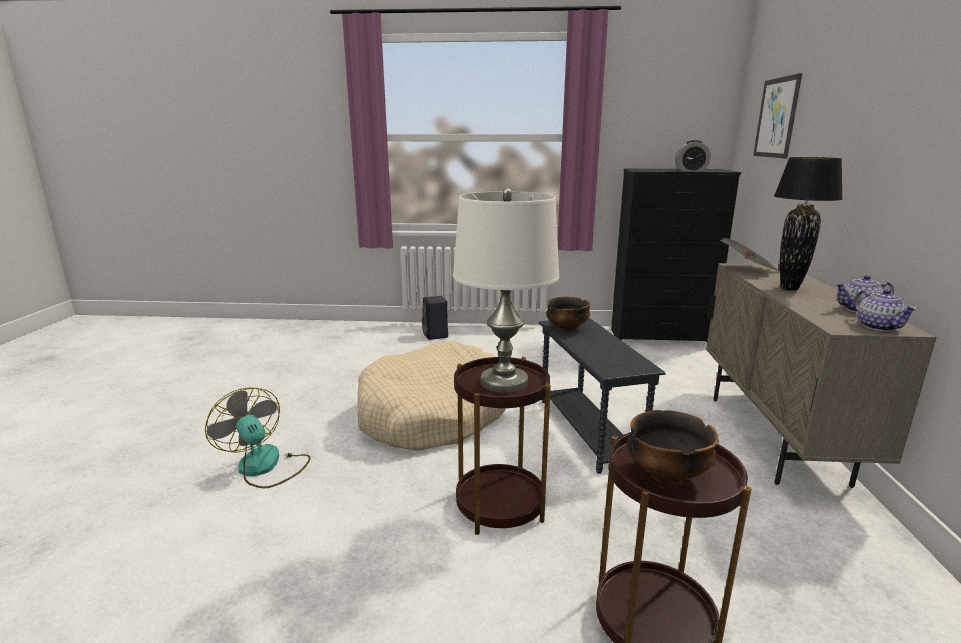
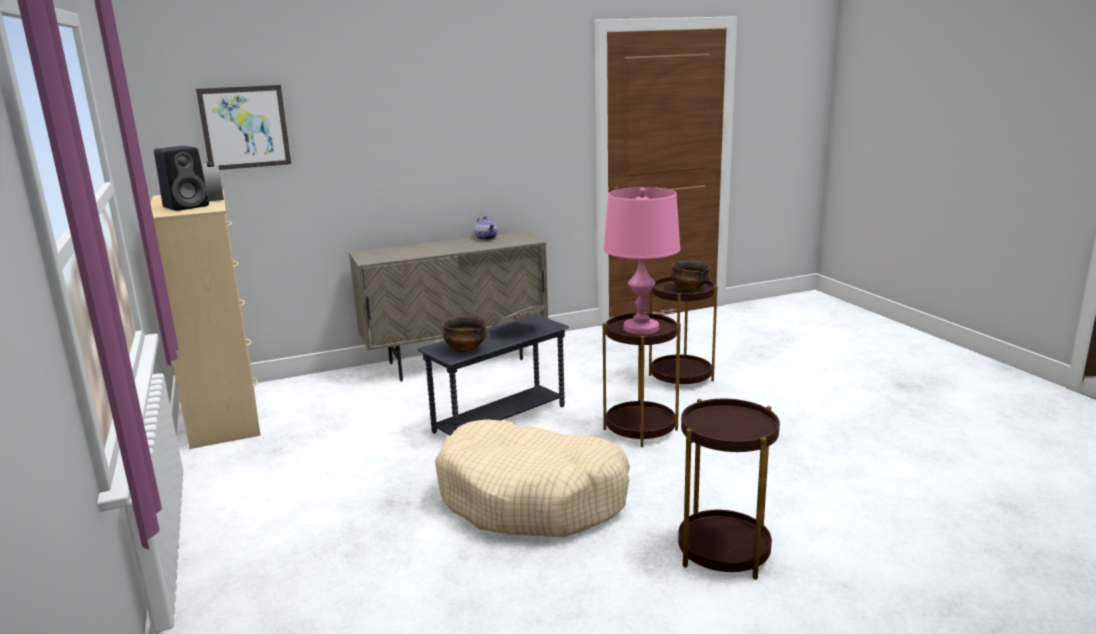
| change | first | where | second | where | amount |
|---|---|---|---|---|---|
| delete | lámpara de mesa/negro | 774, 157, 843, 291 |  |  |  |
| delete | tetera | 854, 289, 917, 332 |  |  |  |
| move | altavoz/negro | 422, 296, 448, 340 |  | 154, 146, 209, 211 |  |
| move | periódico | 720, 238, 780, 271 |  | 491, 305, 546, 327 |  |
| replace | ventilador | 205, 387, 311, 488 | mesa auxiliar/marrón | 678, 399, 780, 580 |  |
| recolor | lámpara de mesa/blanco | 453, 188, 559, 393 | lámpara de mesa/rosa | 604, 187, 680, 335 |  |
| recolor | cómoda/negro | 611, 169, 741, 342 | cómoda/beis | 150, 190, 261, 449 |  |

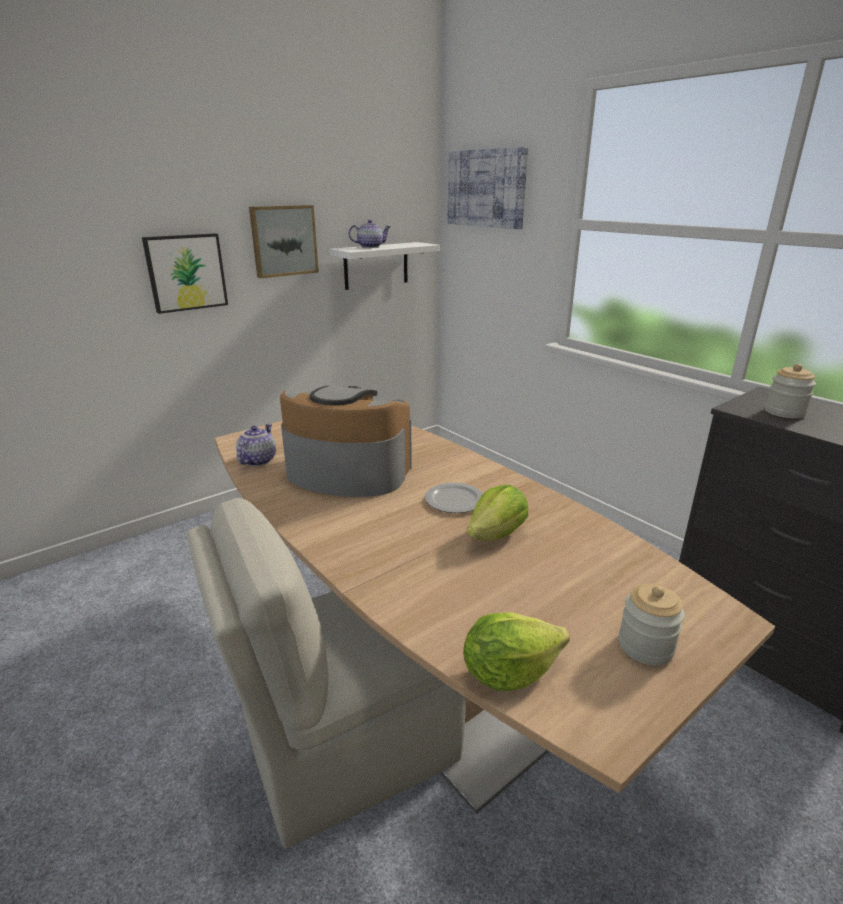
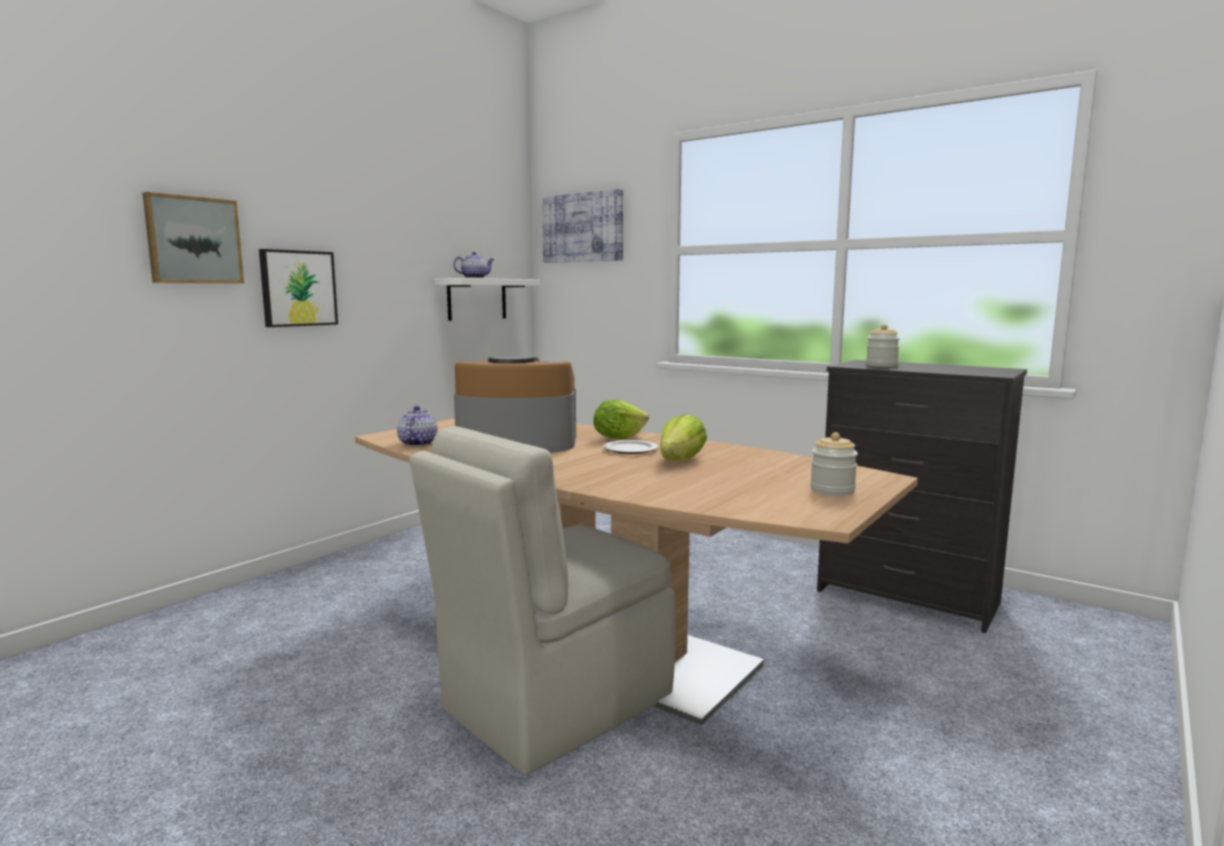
| change | first | where | second | where | amount |
|---|---|---|---|---|---|
| move | cuadro | 249, 205, 319, 278 |  | 142, 192, 244, 284 |  |
| move | lechuga | 463, 612, 570, 691 |  | 593, 400, 649, 439 |  |

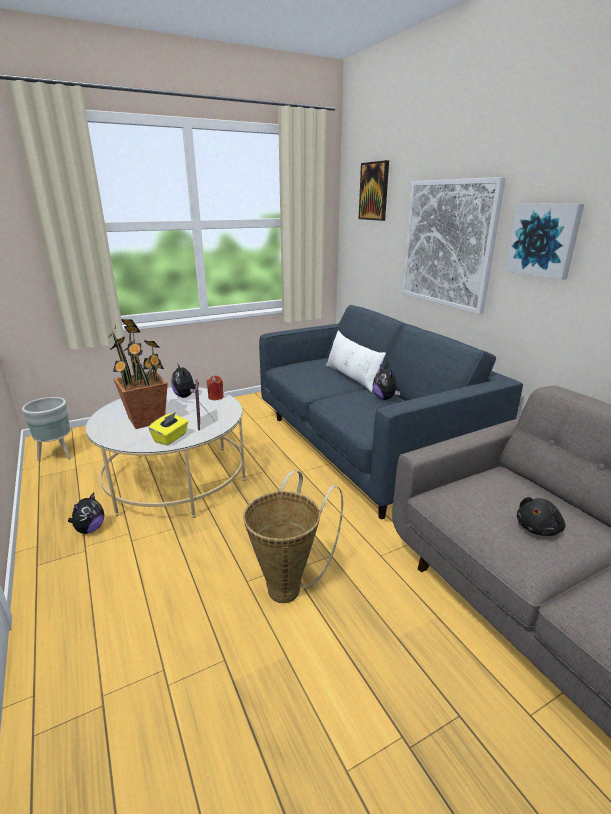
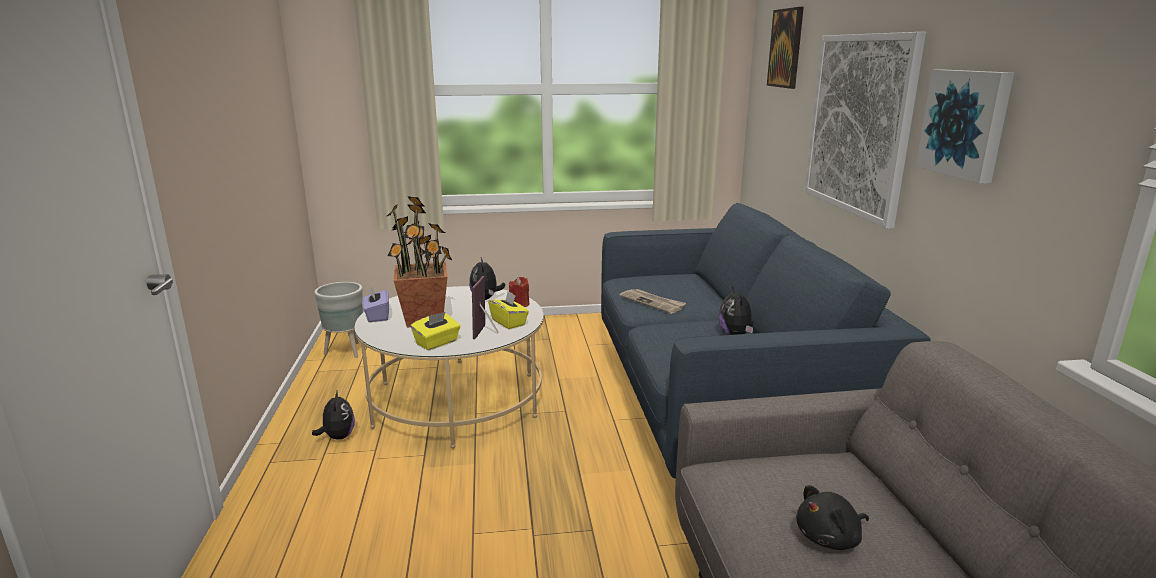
| change | first | where | second | where | amount |
|---|---|---|---|---|---|
| delete | cesta | 243, 471, 343, 603 |  |  |  |
| delete | cojín/blanco | 326, 331, 386, 392 |  |  |  |
| insert |  |  | caja de pañuelos/morado | 362, 287, 389, 322 |  |
| insert |  |  | caja de pañuelos/amarillo | 488, 291, 529, 329 |  |
| insert |  |  | periódico | 620, 289, 686, 314 |  |
| rotate | peluche | 68, 492, 104, 534 |  | 312, 389, 355, 439 | 60 degrees counterclockwise |

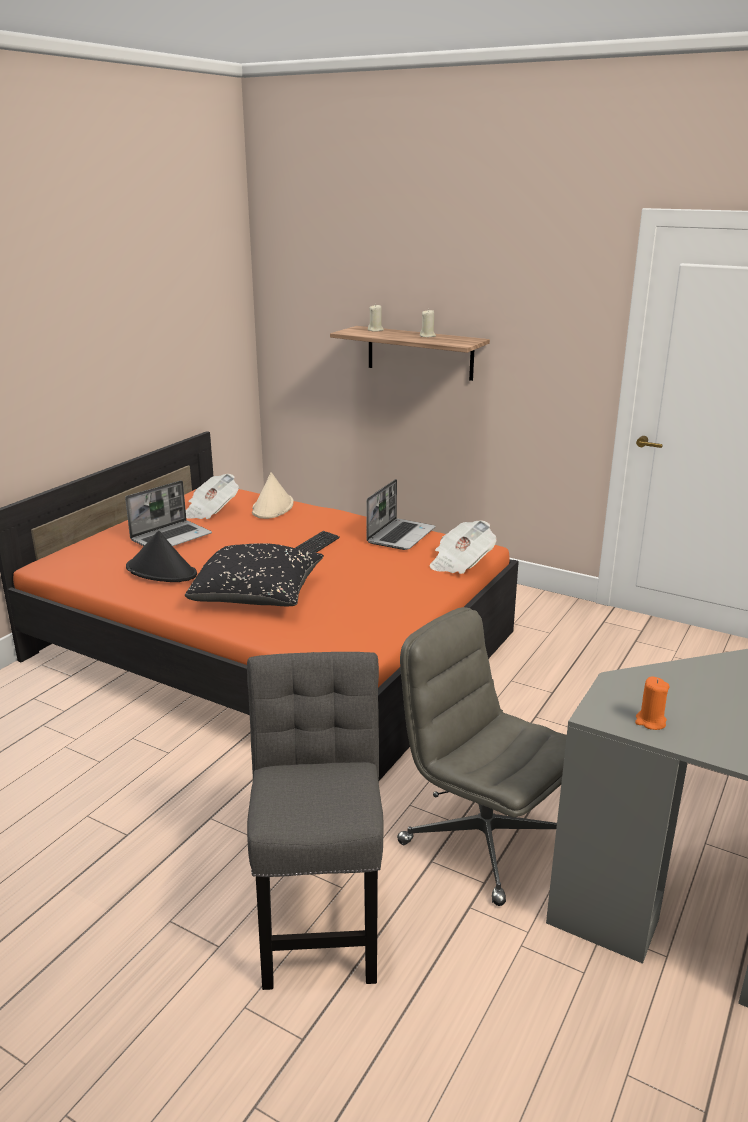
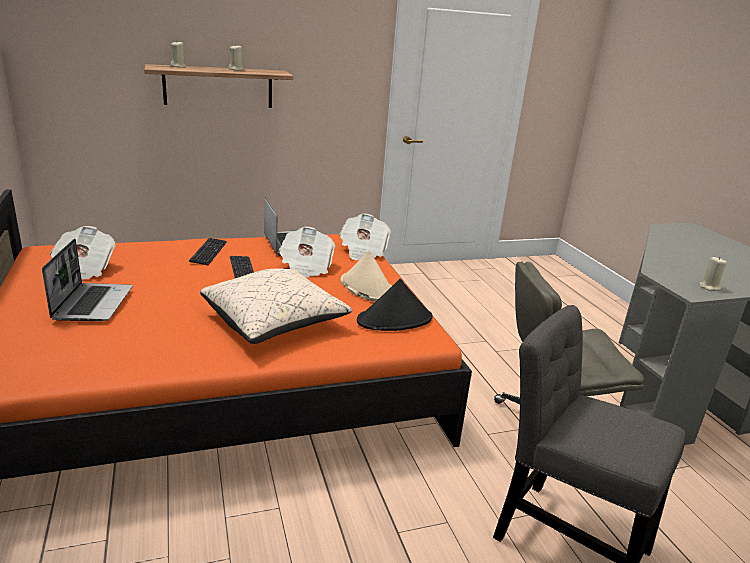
| change | first | where | second | where | amount |
|---|---|---|---|---|---|
| insert |  |  | teclado | 189, 238, 227, 265 |  |
| insert |  |  | periódico | 279, 227, 335, 278 |  |
| move | sombrero/negro | 126, 530, 197, 582 |  | 357, 279, 433, 331 |  |
| move | sombrero/beis | 252, 472, 294, 519 |  | 341, 250, 392, 302 |  |
| recolor | cojín/negro | 185, 543, 324, 606 | cojín/beis | 200, 268, 352, 344 |  |
| recolor | vela/naranja | 635, 676, 670, 730 | vela/beis | 700, 257, 727, 291 |  |

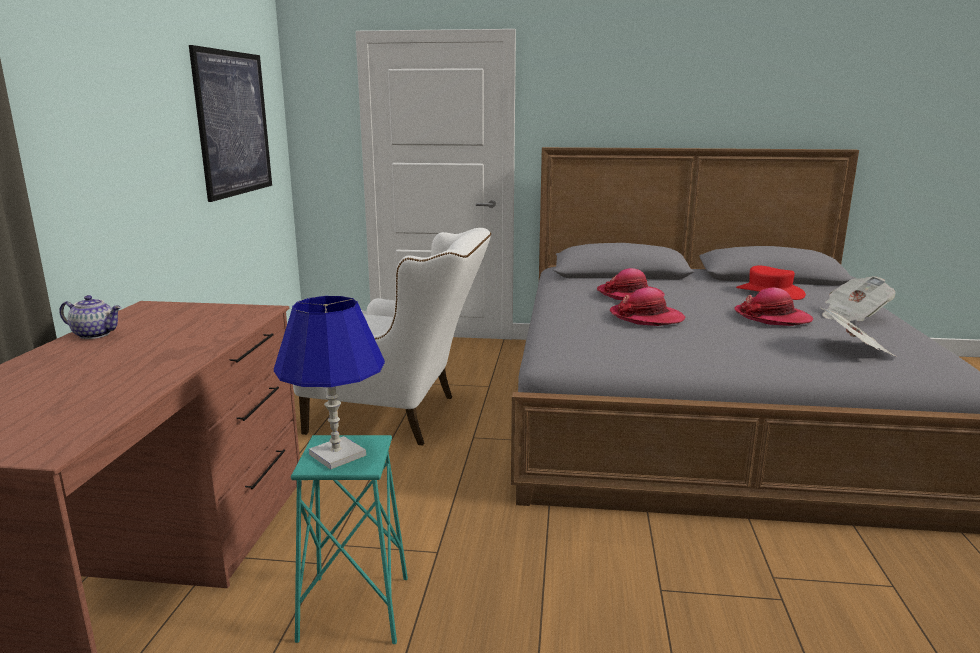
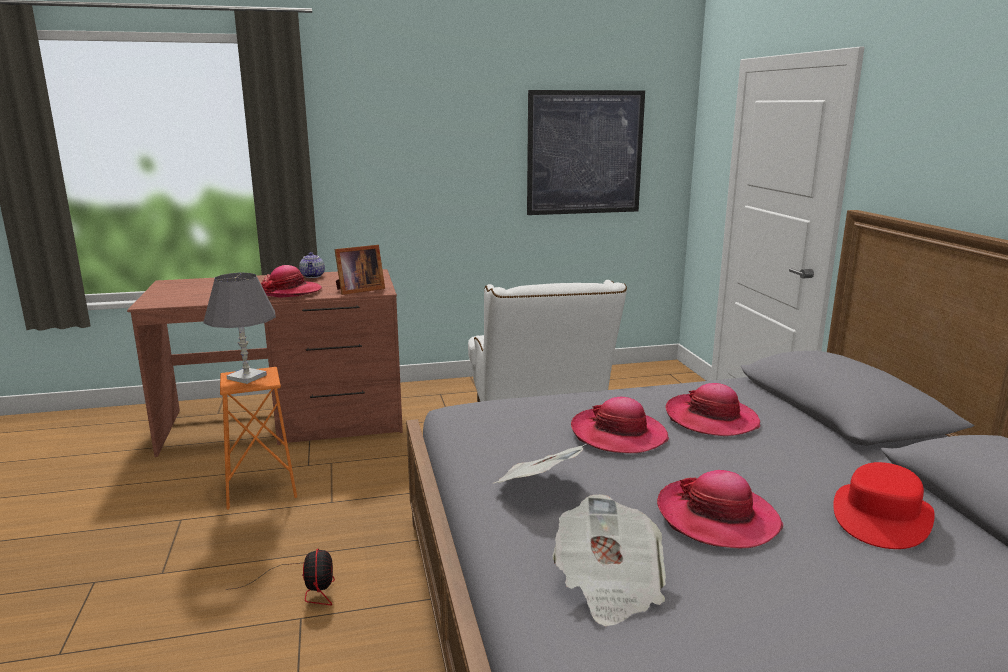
| change | first | where | second | where | amount |
|---|---|---|---|---|---|
| insert |  |  | ventilador | 225, 549, 335, 605 |  |
| insert |  |  | sombrero | 261, 265, 322, 298 |  |
| insert |  |  | portarretratos | 335, 245, 385, 295 |  |
| move | periódico | 822, 277, 896, 322 |  | 492, 444, 586, 484 |  |
| recolor | lámpara de mesa/azul | 274, 296, 385, 470 | lámpara de mesa/gris | 204, 273, 276, 384 |  |
| recolor | taburete/turquesa | 291, 435, 408, 644 | taburete/naranja | 220, 367, 297, 510 |  |

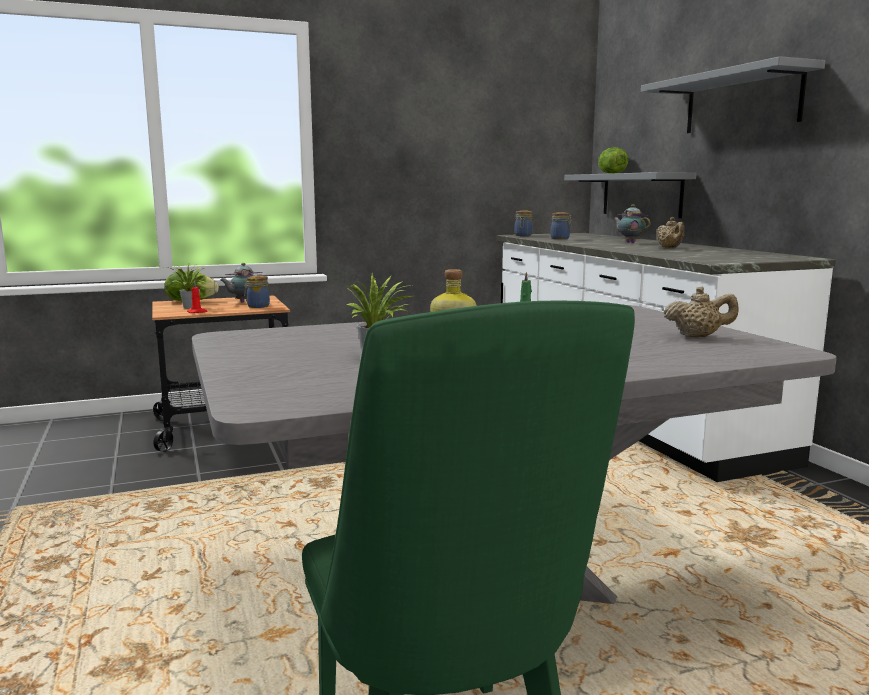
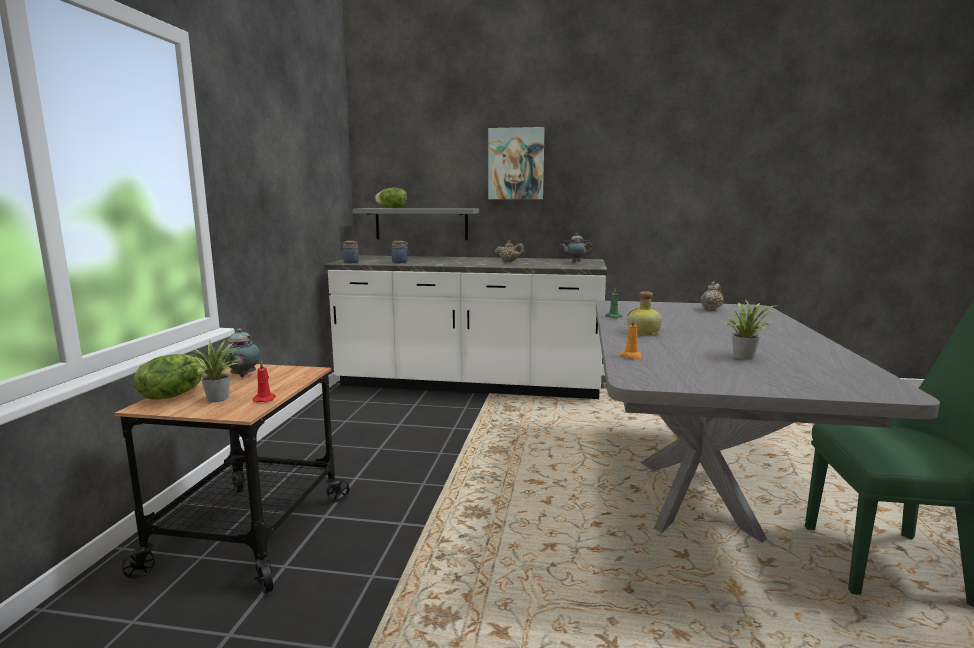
| change | first | where | second | where | amount |
|---|---|---|---|---|---|
| delete | tarro | 244, 275, 270, 308 |  |  |  |
| insert |  |  | vela/naranja | 620, 317, 642, 360 |  |
| move | tetera | 613, 205, 650, 243 |  | 560, 233, 592, 262 |  |
| replace | estante/gris | 641, 56, 825, 133 | cuadro | 488, 127, 545, 199 |  |

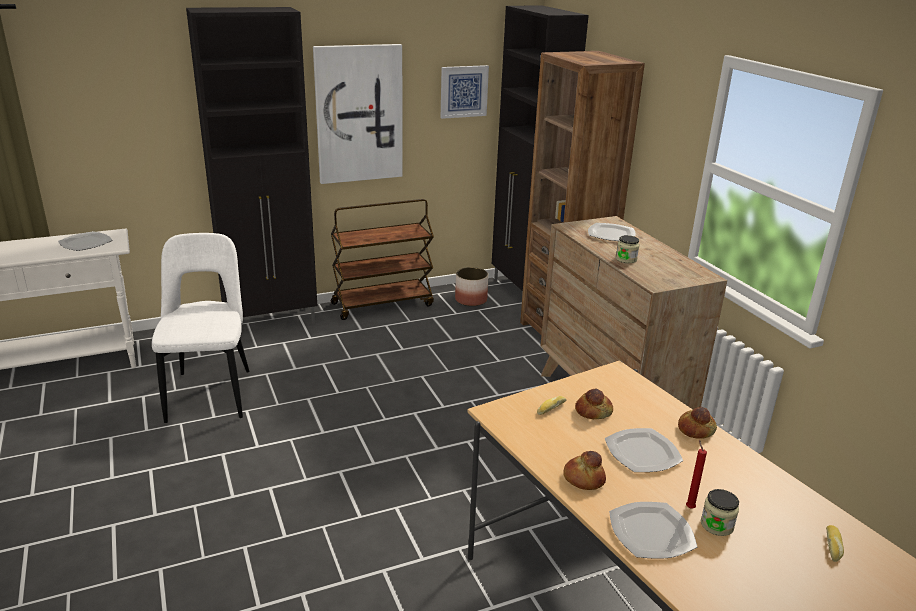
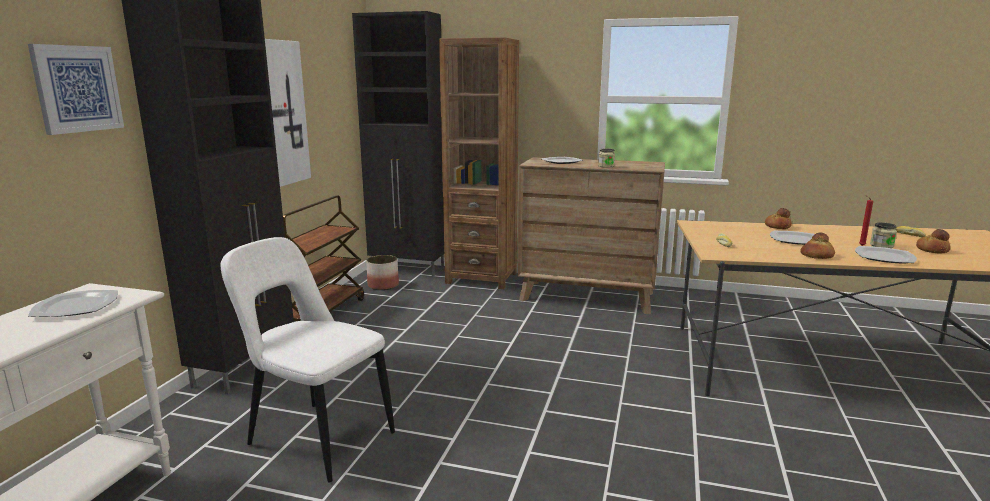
| change | first | where | second | where | amount |
|---|---|---|---|---|---|
| move | cuadro | 441, 65, 489, 119 |  | 28, 44, 124, 135 |  |
| move | pan | 575, 389, 613, 419 |  | 916, 229, 951, 254 |  |

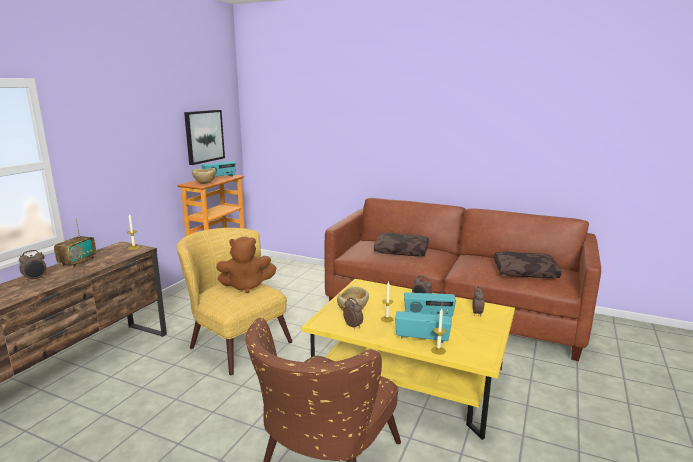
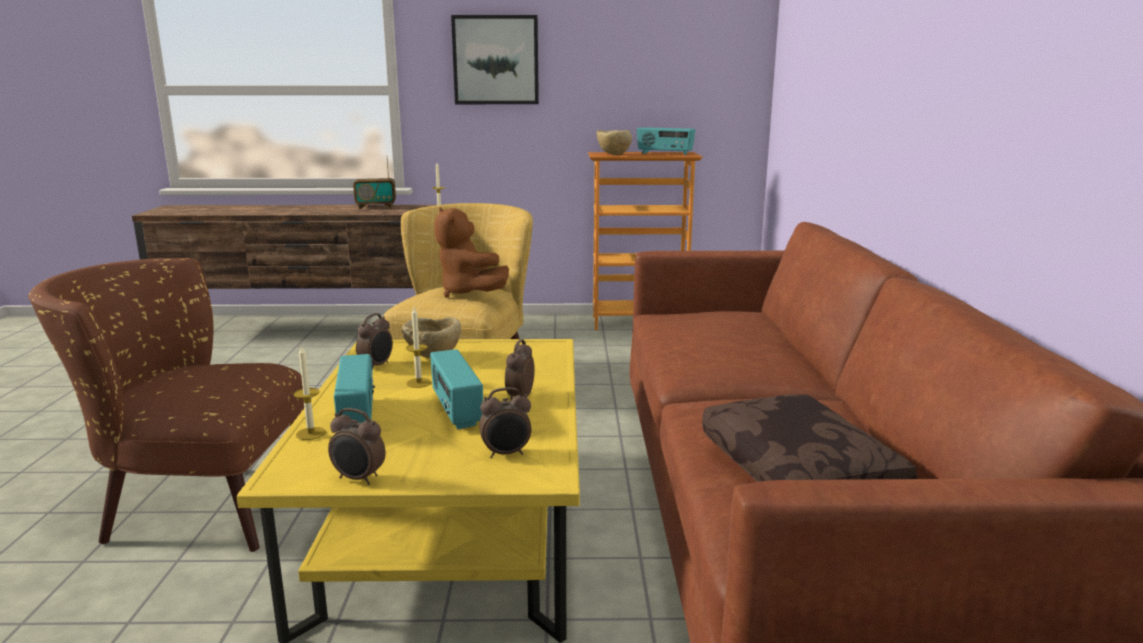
| change | first | where | second | where | amount |
|---|---|---|---|---|---|
| delete | cojín/marrón | 374, 233, 429, 256 |  |  |  |
| move | despertador | 19, 250, 47, 282 |  | 328, 408, 386, 485 |  |
| move | cuadro | 184, 110, 225, 165 |  | 451, 15, 539, 104 |  |

